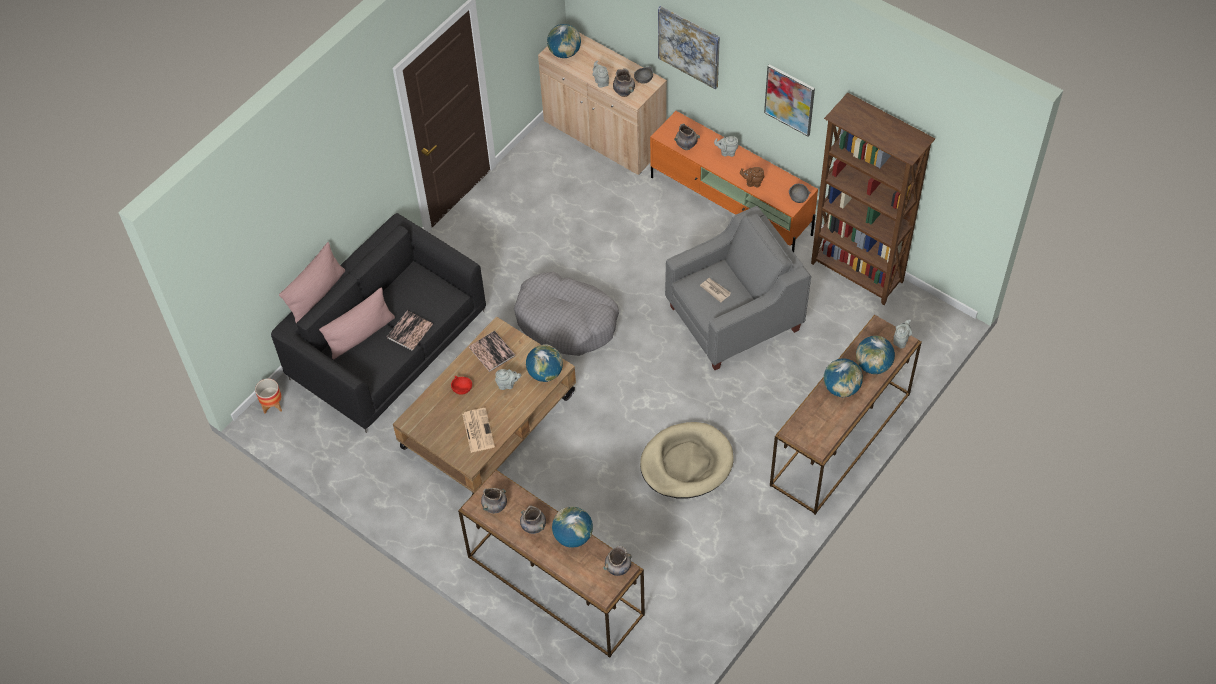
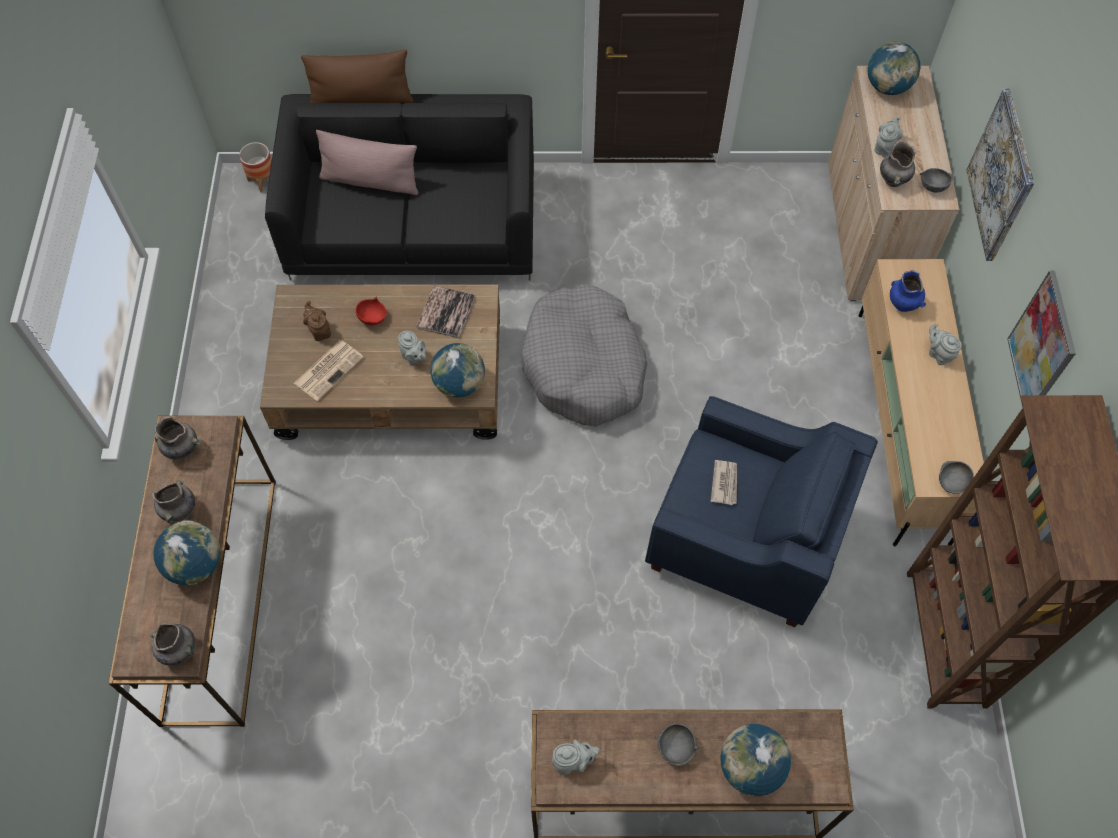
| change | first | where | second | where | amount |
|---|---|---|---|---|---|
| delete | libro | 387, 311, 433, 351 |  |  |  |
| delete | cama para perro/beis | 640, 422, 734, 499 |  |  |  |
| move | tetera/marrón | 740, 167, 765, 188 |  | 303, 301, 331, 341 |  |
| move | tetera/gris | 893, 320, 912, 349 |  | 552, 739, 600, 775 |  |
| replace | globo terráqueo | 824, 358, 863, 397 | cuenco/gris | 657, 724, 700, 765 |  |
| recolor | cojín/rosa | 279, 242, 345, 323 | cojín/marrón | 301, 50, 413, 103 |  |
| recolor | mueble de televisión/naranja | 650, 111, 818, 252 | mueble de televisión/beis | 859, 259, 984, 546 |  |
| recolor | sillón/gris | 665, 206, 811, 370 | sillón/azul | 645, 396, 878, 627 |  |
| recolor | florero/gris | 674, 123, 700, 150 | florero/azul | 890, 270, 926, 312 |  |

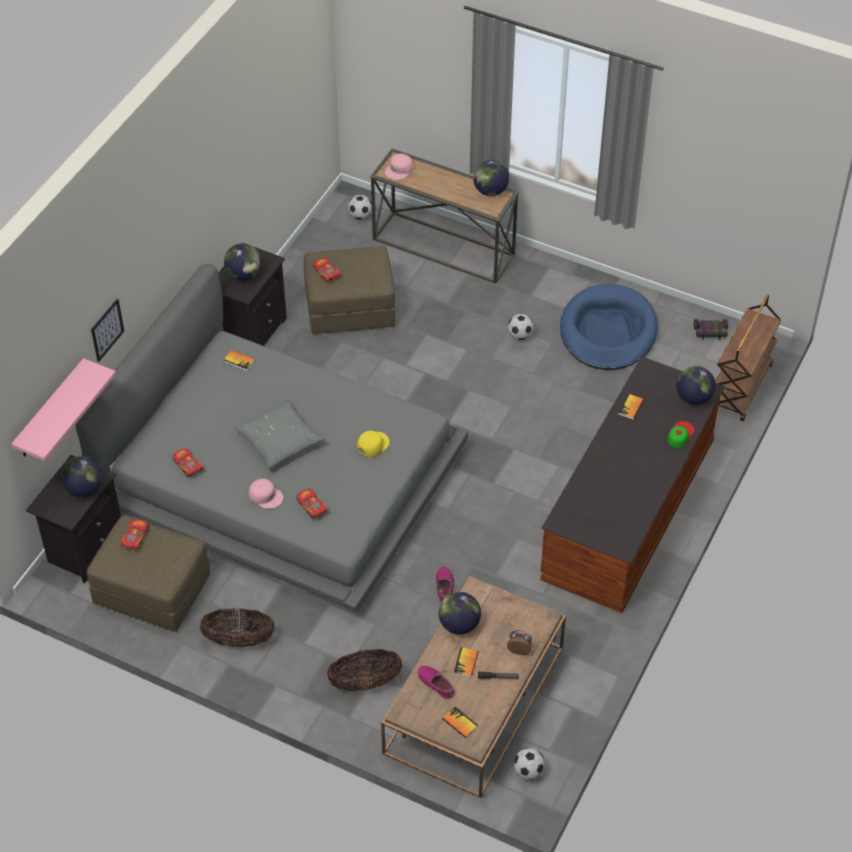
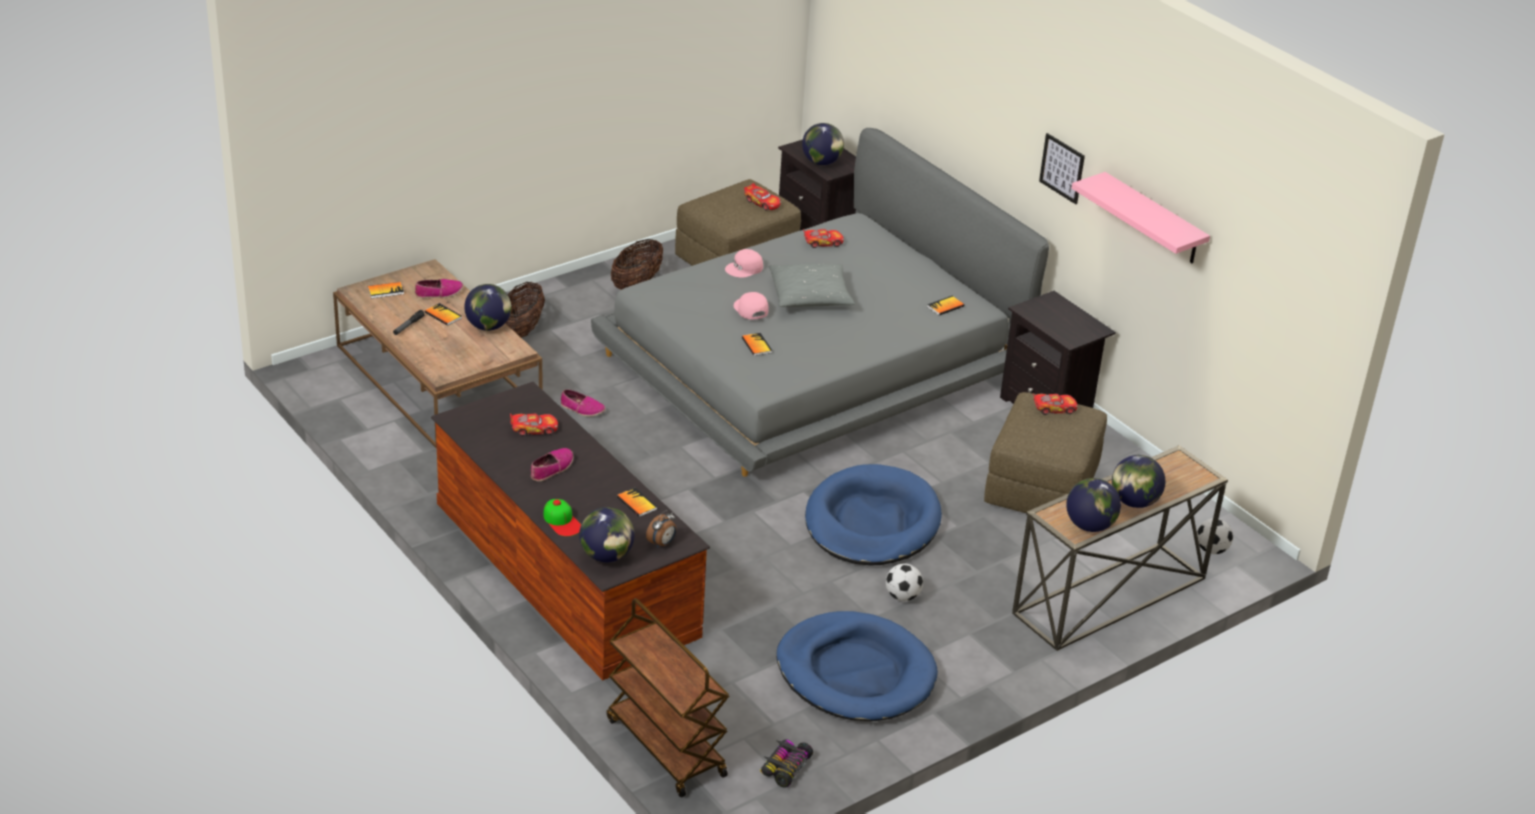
| change | first | where | second | where | amount |
|---|---|---|---|---|---|
| delete | balón de fútbol | 514, 748, 545, 780 |  |  |  |
| insert |  |  | zapato | 531, 448, 573, 481 |  |
| insert |  |  | cama para perro/azul | 805, 464, 942, 565 |  |
| move | estante/rosa | 11, 358, 116, 461 |  | 1071, 172, 1210, 263 |  |
| move | cuadro | 91, 299, 124, 362 |  | 1039, 133, 1085, 204 |  |
| move | globo terráqueo | 224, 243, 261, 281 |  | 1112, 455, 1165, 508 |  |
| move | coche de juguete | 296, 489, 328, 518 |  | 510, 413, 558, 436 |  |
| move | gorra/rosa | 385, 154, 413, 180 |  | 734, 292, 769, 320 |  |
| move | despertador | 507, 630, 532, 655 |  | 646, 510, 676, 548 |  |
| replace | gorra/amarillo | 357, 431, 389, 457 | libro | 742, 333, 772, 356 |  |

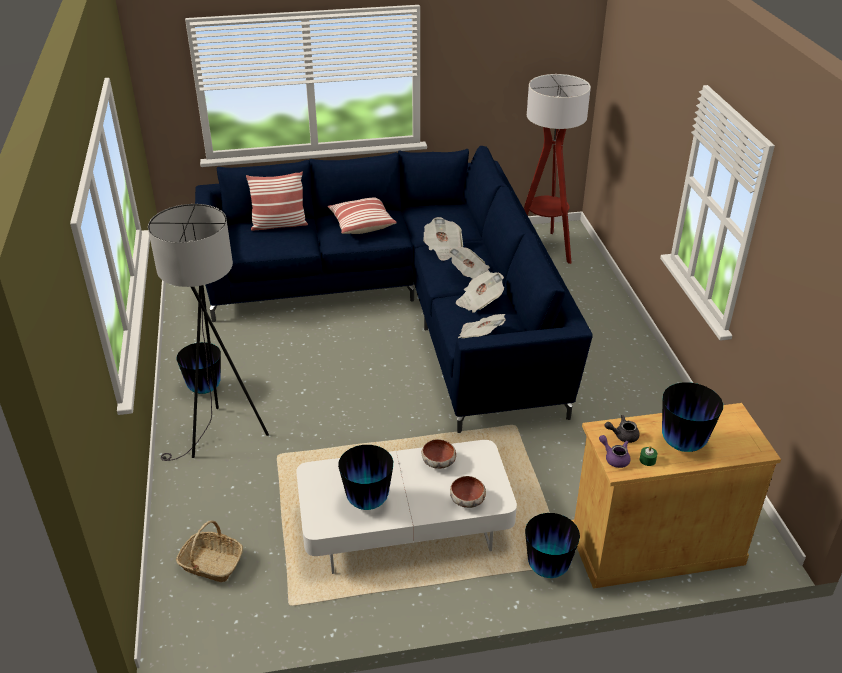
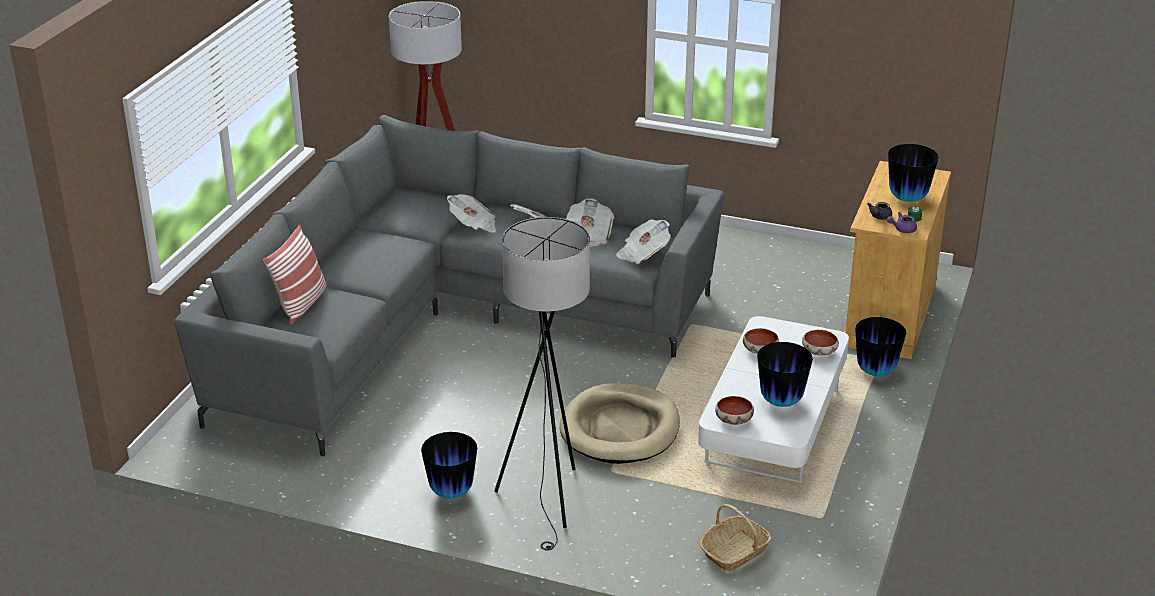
| change | first | where | second | where | amount |
|---|---|---|---|---|---|
| delete | cojín | 328, 197, 397, 234 |  |  |  |
| insert |  |  | cama para perro/beis | 560, 383, 680, 464 |  |
| insert |  |  | cuenco | 715, 396, 754, 425 |  |
| recolor | sofá/azul | 195, 146, 593, 433 | sofá/gris | 174, 115, 724, 456 |  |

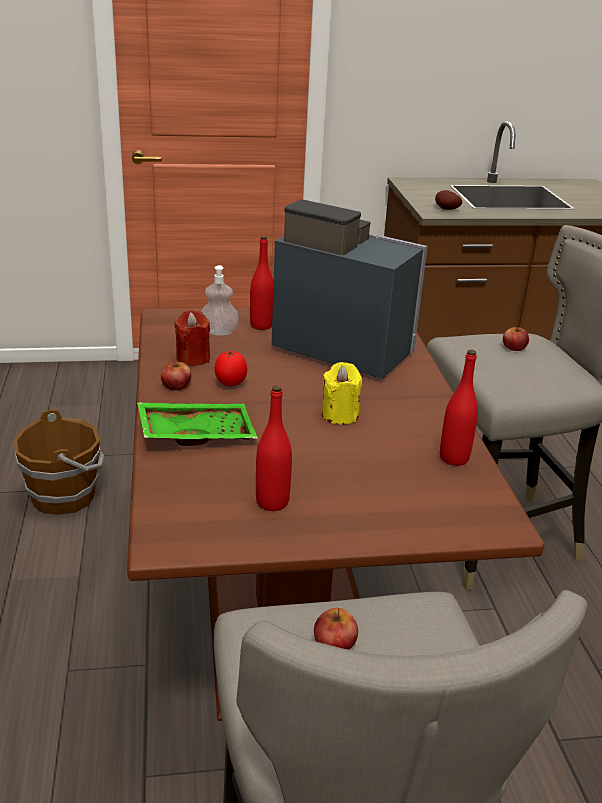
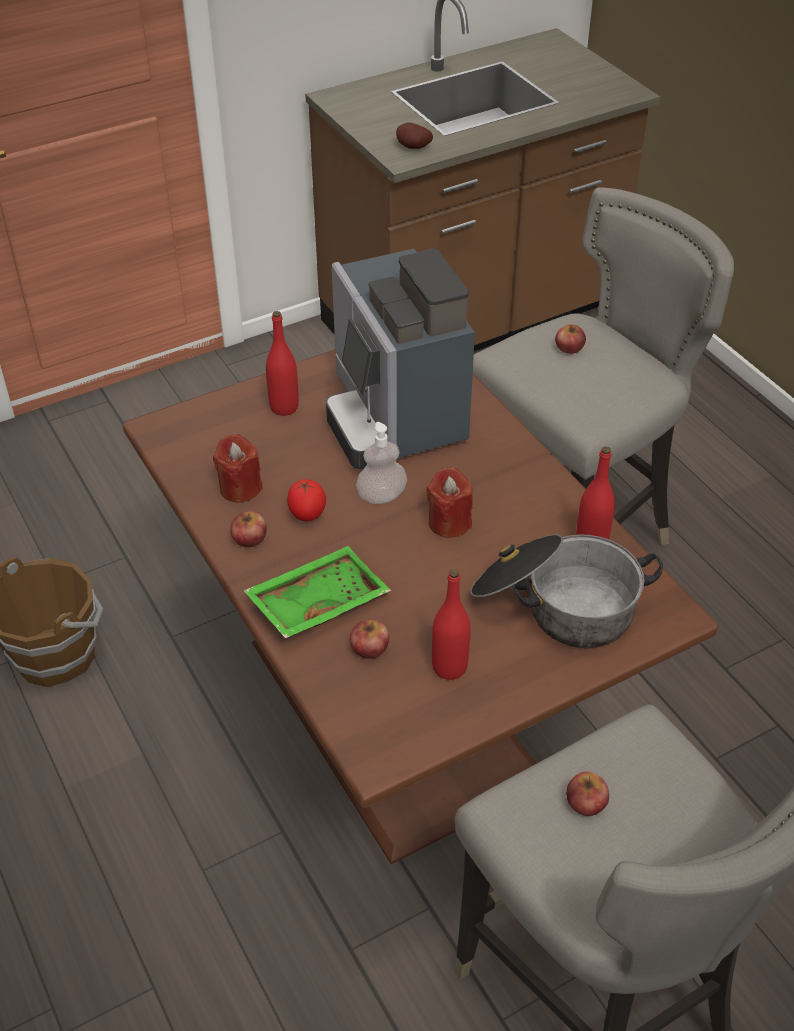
| change | first | where | second | where | amount |
|---|---|---|---|---|---|
| insert |  |  | manzana | 350, 619, 389, 659 |  |
| insert |  |  | olla | 471, 534, 663, 648 |  |
| move | dispensador de jabón | 201, 265, 239, 336 |  | 356, 422, 407, 504 |  |
| recolor | vela/amarillo | 322, 362, 362, 425 | vela/rojo | 427, 467, 473, 538 |  |
| rotate | cafetera | 272, 200, 428, 379 |  | 326, 249, 475, 469 | 120 degrees counterclockwise |

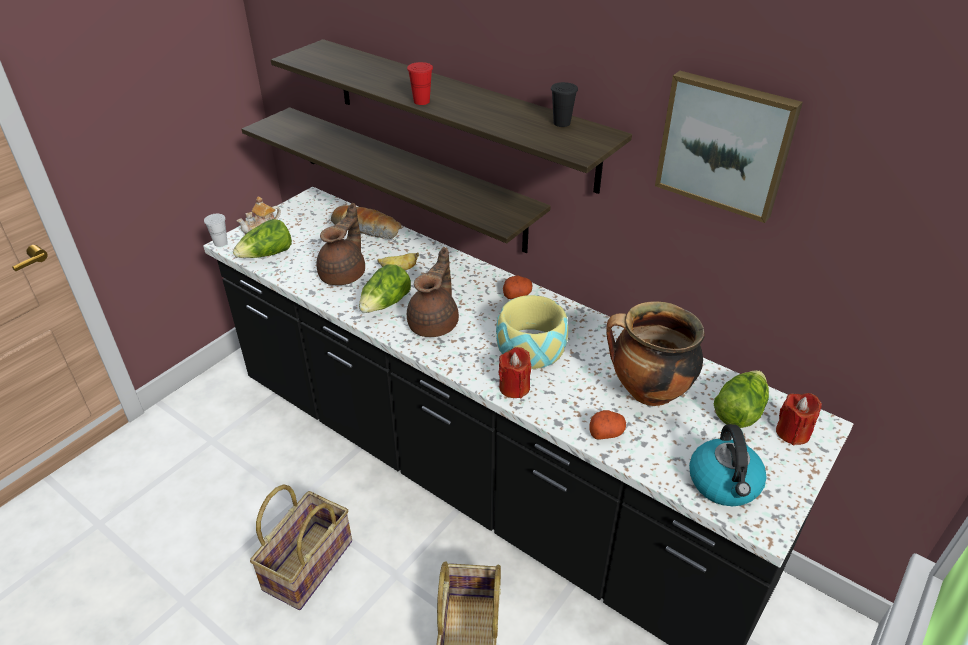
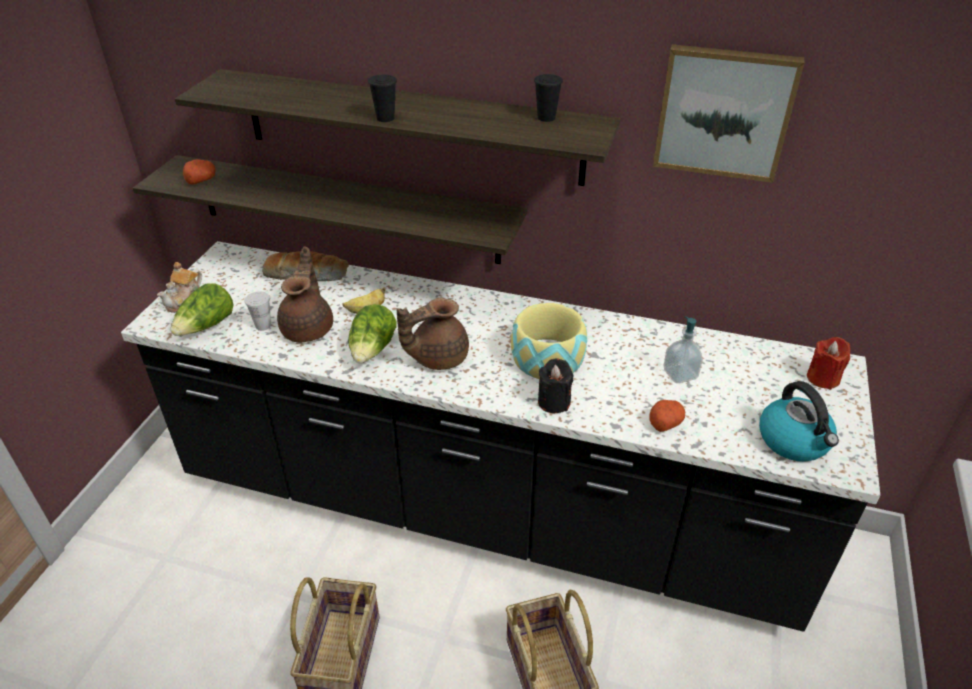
| change | first | where | second | where | amount |
|---|---|---|---|---|---|
| delete | lechuga | 714, 370, 769, 428 |  |  |  |
| move | taza/blanco | 204, 214, 228, 247 |  | 244, 291, 271, 331 |  |
| move | patata | 503, 275, 533, 299 |  | 183, 159, 215, 185 |  |
| replace | olla | 606, 301, 705, 406 | dispensador de jabón | 664, 316, 703, 383 |  |
| recolor | taza/rojo | 407, 62, 433, 105 | taza/negro | 368, 75, 397, 122 |  |
| recolor | vela/rojo | 498, 347, 531, 398 | vela/negro | 538, 359, 573, 413 |  |
| rotate | tetera/marrón | 407, 247, 459, 337 |  | 397, 298, 469, 370 | 120 degrees counterclockwise |

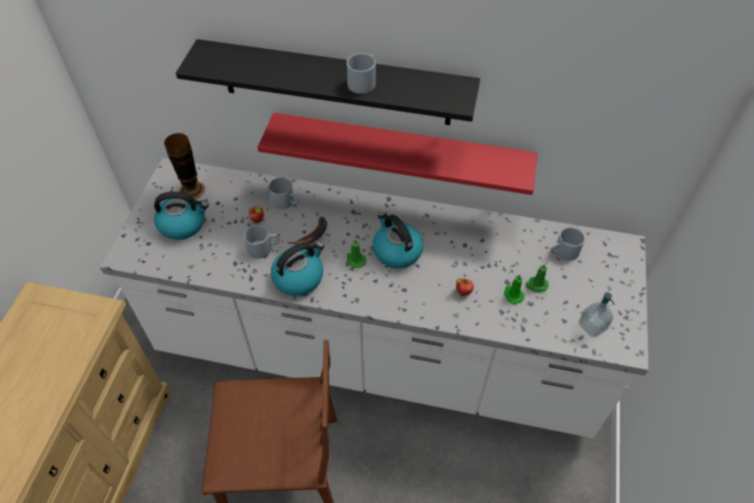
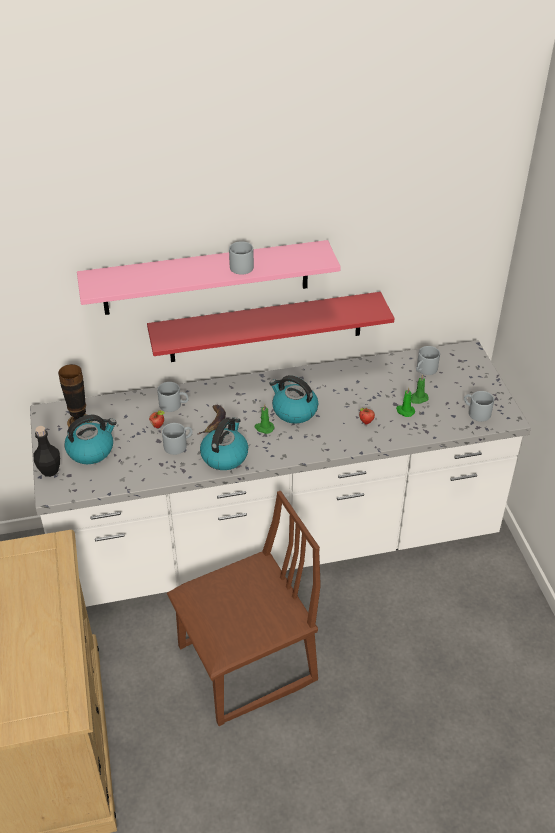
| change | first | where | second | where | amount |
|---|---|---|---|---|---|
| insert |  |  | botella/negro | 33, 426, 60, 477 |  |
| replace | dispensador de jabón | 579, 292, 615, 337 | taza grande/gris | 464, 391, 494, 422 |  |
| recolor | estante/negro | 176, 39, 480, 125 | estante/rosa | 77, 240, 341, 315 |  |

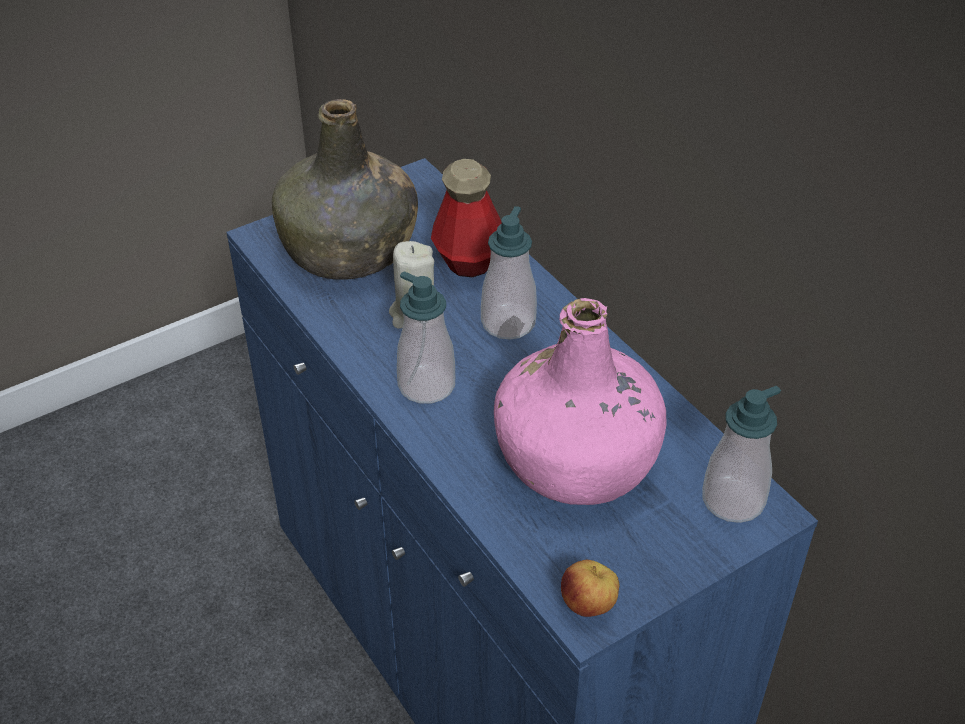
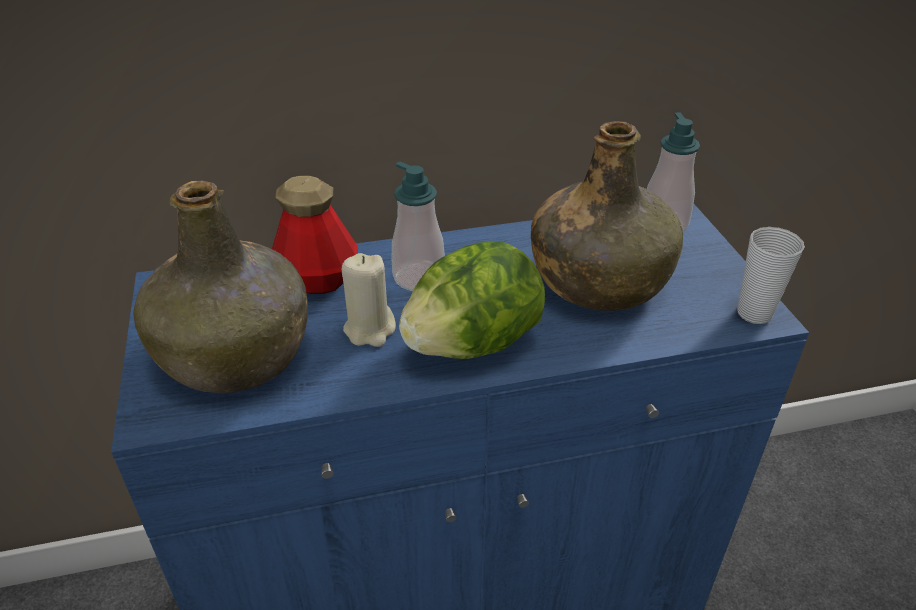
| change | first | where | second | where | amount |
|---|---|---|---|---|---|
| replace | dispensador de jabón | 397, 271, 455, 404 | lechuga | 399, 241, 545, 359 |  |
| replace | manzana | 561, 560, 619, 617 | taza | 737, 227, 805, 324 |  |
| recolor | botella/rosa | 494, 298, 666, 505 | botella/verde | 531, 121, 683, 311 |  |

